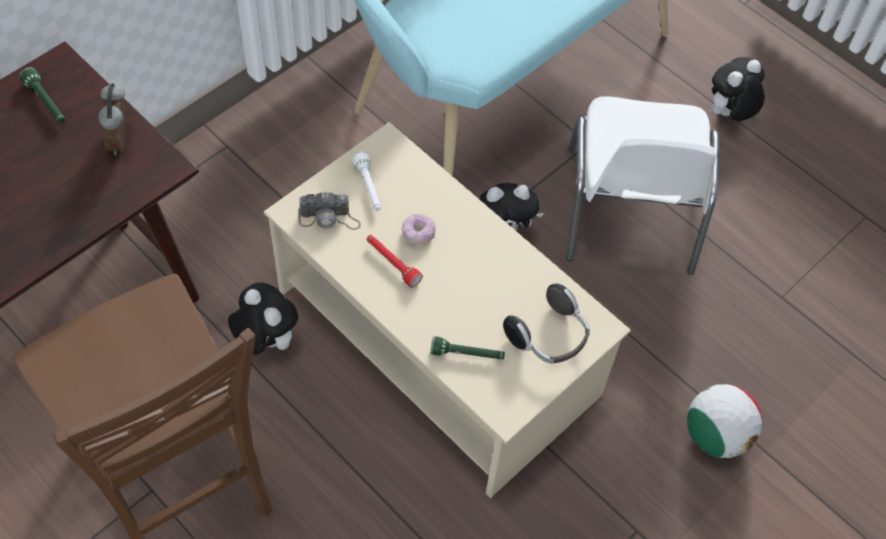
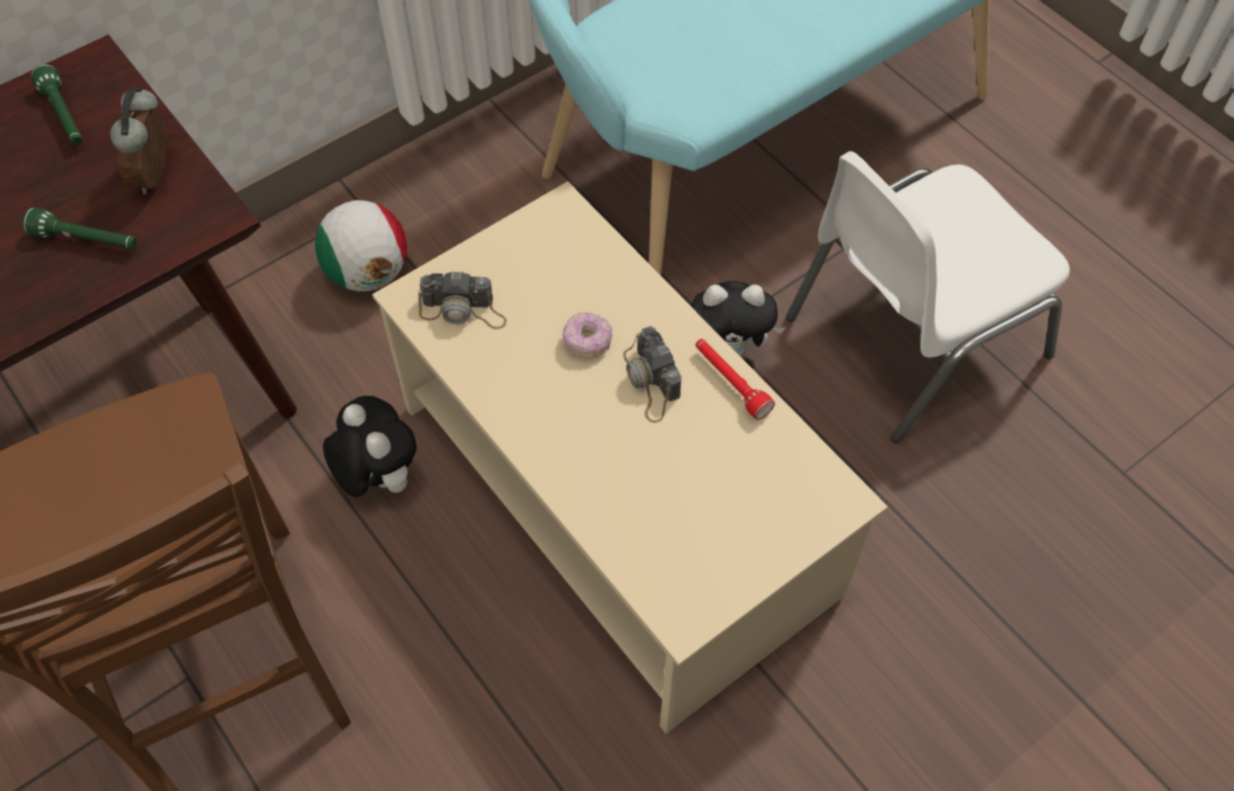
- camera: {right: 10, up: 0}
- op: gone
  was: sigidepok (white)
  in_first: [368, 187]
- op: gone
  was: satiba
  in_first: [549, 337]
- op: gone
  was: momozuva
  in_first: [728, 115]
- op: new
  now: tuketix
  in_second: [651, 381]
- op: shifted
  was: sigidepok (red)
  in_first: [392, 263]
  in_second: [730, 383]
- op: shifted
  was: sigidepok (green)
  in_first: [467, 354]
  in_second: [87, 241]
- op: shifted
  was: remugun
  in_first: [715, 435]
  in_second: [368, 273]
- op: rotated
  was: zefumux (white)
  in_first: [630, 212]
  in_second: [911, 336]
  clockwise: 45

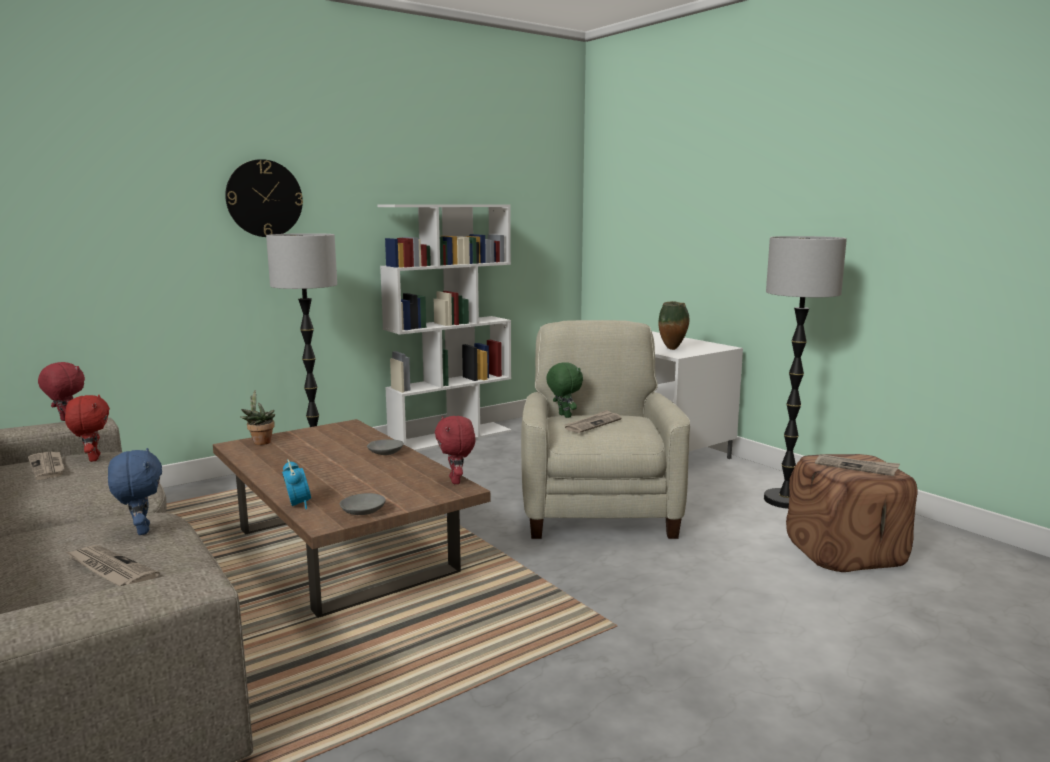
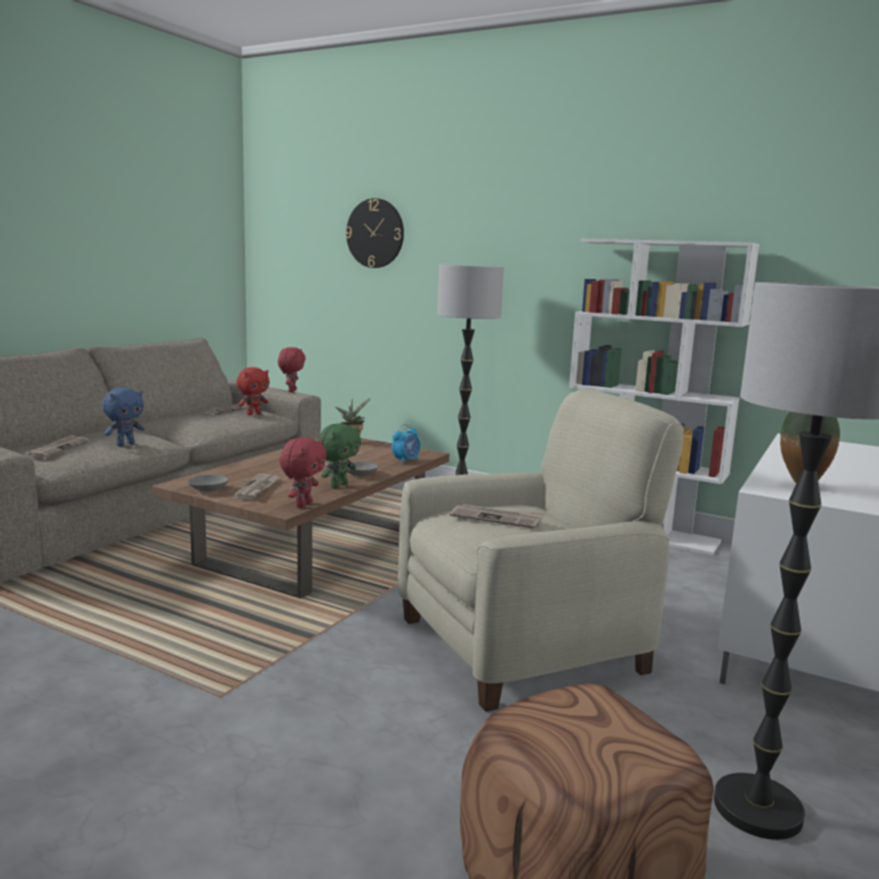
- camera: {right: 65, up: 0}
- op: shifted
  was: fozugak
  in_first: [264, 198]
  in_second: [375, 233]
- op: shifted
  was: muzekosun
  in_first: [298, 504]
  in_second: [406, 461]
- op: shifted
  was: momozuva (green)
  in_first: [563, 416]
  in_second: [338, 485]
- op: shifted
  was: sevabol
  in_first: [856, 467]
  in_second: [257, 489]
- op: rotated
  was: momozuva (red)
  in_first: [456, 481]
  in_second: [303, 505]
  clockwise: 150

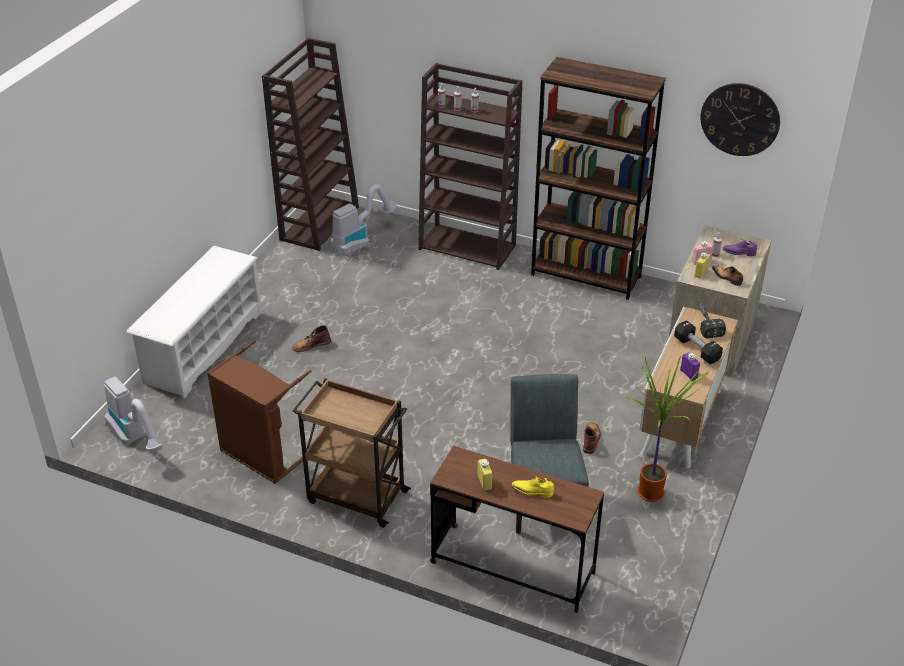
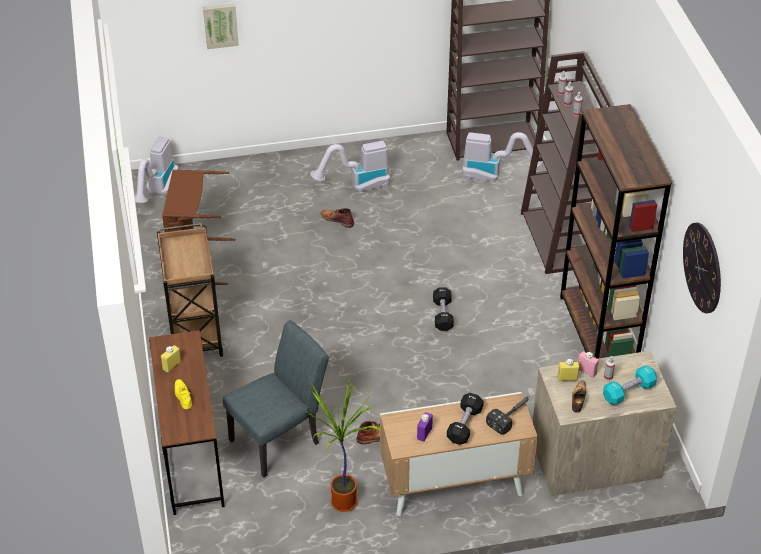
- camera: {right: 55, up: 5}
- op: gone
  was: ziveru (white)
  in_first: [203, 347]
- op: new
  now: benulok
  in_second: [220, 25]
- op: new
  now: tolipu
  in_second: [357, 186]
- op: new
  now: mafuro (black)
  in_second: [442, 315]
- op: swapped
  was: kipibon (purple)
  now: mafuro (turquoise)
  in_first: [739, 253]
  in_second: [628, 392]

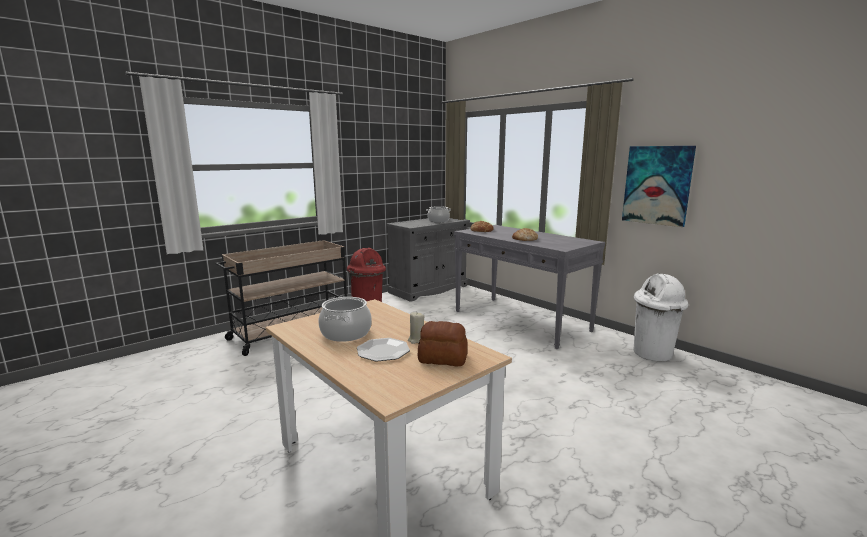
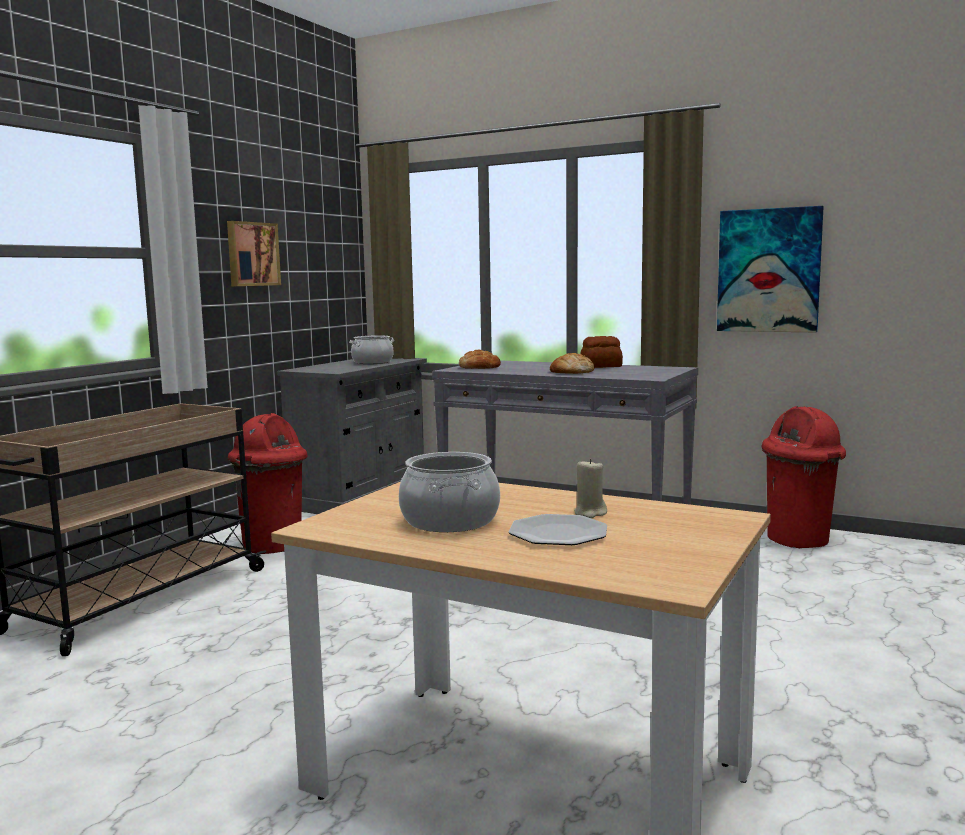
- camera: {right: -20, up: -5}
- op: new
  now: benulok
  in_second: [252, 254]
- op: shifted
  was: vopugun
  in_first: [443, 359]
  in_second: [601, 366]
- op: repainted
  was: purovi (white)
  now: purovi (red)
  in_first: [653, 354]
  in_second: [798, 540]

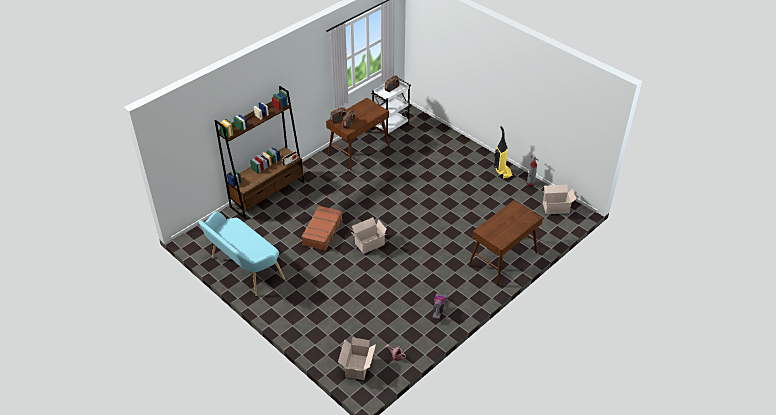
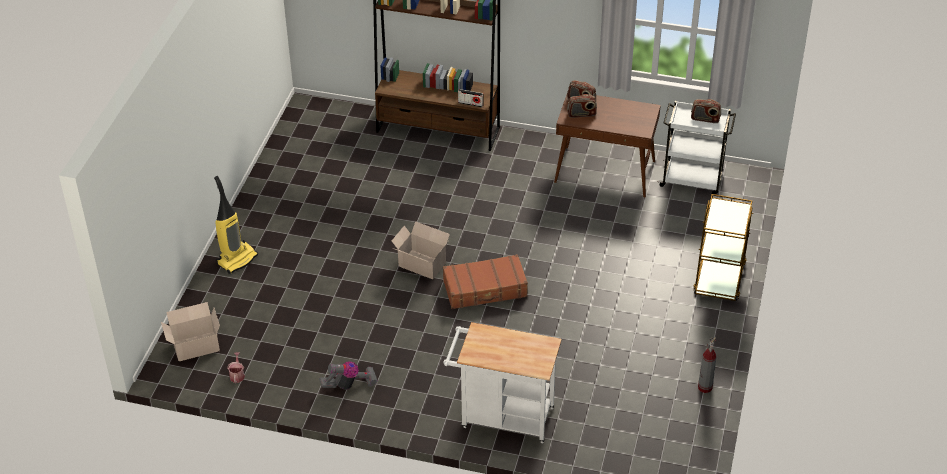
- camera: {right: 60, up: 0}
- op: gone
  was: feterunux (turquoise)
  in_first: [244, 269]
- op: gone
  was: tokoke
  in_first: [556, 208]
- op: new
  now: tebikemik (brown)
  in_second: [719, 277]
- op: shifted
  was: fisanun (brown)
  in_first: [323, 232]
  in_second: [485, 289]
- op: shifted
  was: tolipu
  in_first: [502, 172]
  in_second: [237, 259]
- op: swapped
  was: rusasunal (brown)
  now: tebikemik (white)
  in_first: [503, 259]
  in_second: [502, 417]

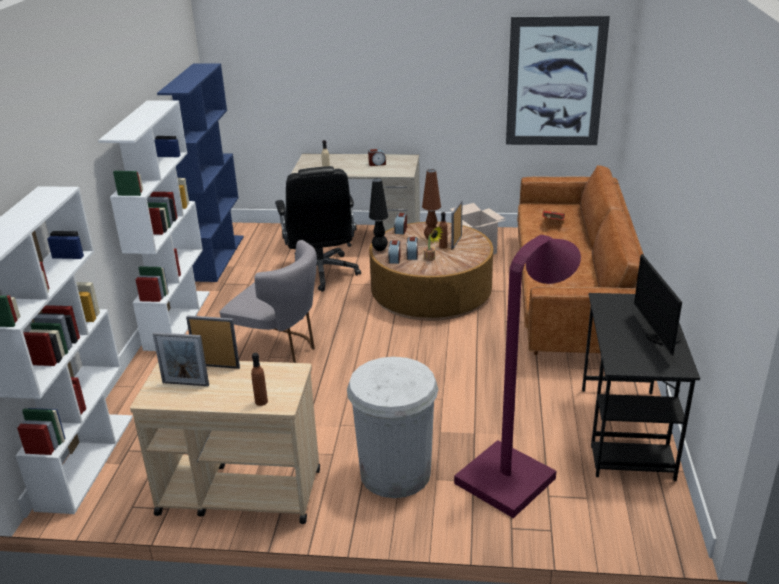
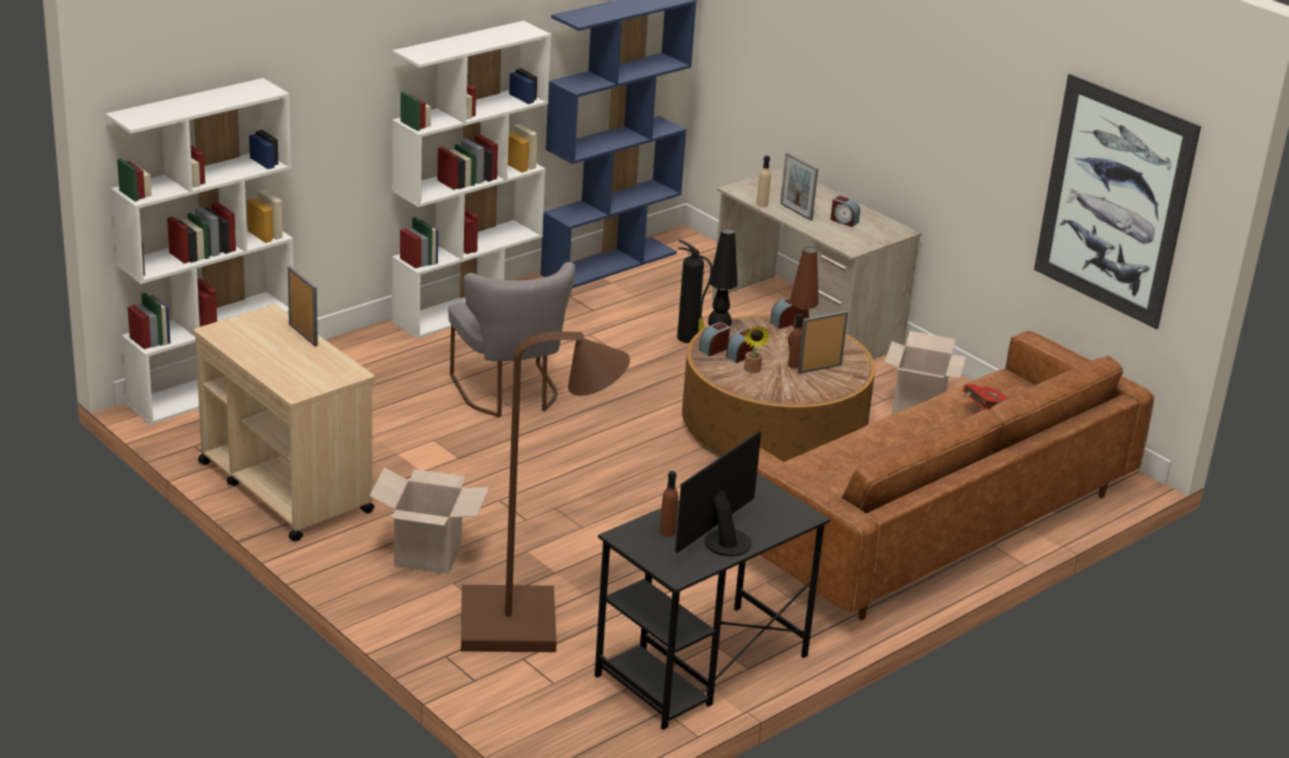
- camera: {right: 40, up: 0}
- op: shifted
  was: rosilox
  in_first: [185, 384]
  in_second: [796, 212]
- op: shifted
  was: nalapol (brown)
  in_first: [261, 401]
  in_second: [667, 532]
- op: swapped
  was: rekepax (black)
  now: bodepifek
  in_first: [320, 273]
  in_second: [688, 339]
- op: swapped
  was: purovi (white)
  now: tokoke
  in_first: [395, 473]
  in_second: [428, 555]
- op: repainted
  was: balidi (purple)
  now: balidi (brown)
  in_first: [513, 473]
  in_second: [527, 623]

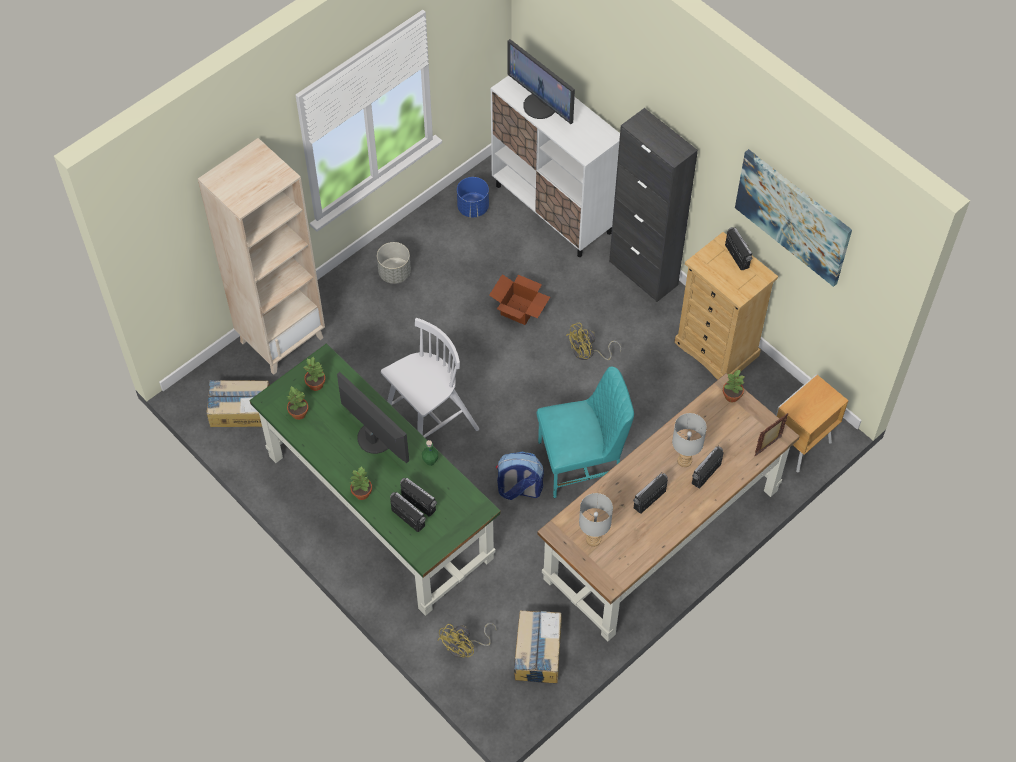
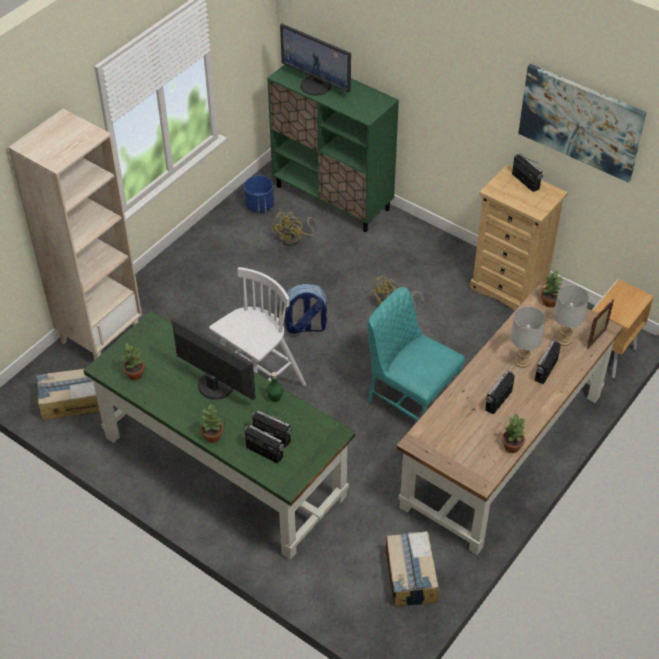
- camera: {right: -10, up: -10}
- op: gone
  was: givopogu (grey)
  in_first: [394, 273]
- op: gone
  was: tokoke
  in_first: [519, 310]
- op: gone
  was: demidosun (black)
  in_first: [643, 273]
- op: shifted
  was: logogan
  in_first: [316, 384]
  in_second: [512, 446]
- op: shifted
  was: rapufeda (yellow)
  in_first: [465, 647]
  in_second: [294, 239]
- op: shifted
  was: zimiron
  in_first: [519, 489]
  in_second: [305, 327]
- op: shifted
  was: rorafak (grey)
  in_first: [593, 540]
  in_second: [563, 341]
- op: repainted
  was: demidosun (white)
  now: demidosun (green)
  in_first: [553, 209]
  in_second: [333, 198]
- op: rotated
  was: zefumux (turquoise)
  in_first: [582, 462]
  in_second: [410, 399]
  clockwise: -120

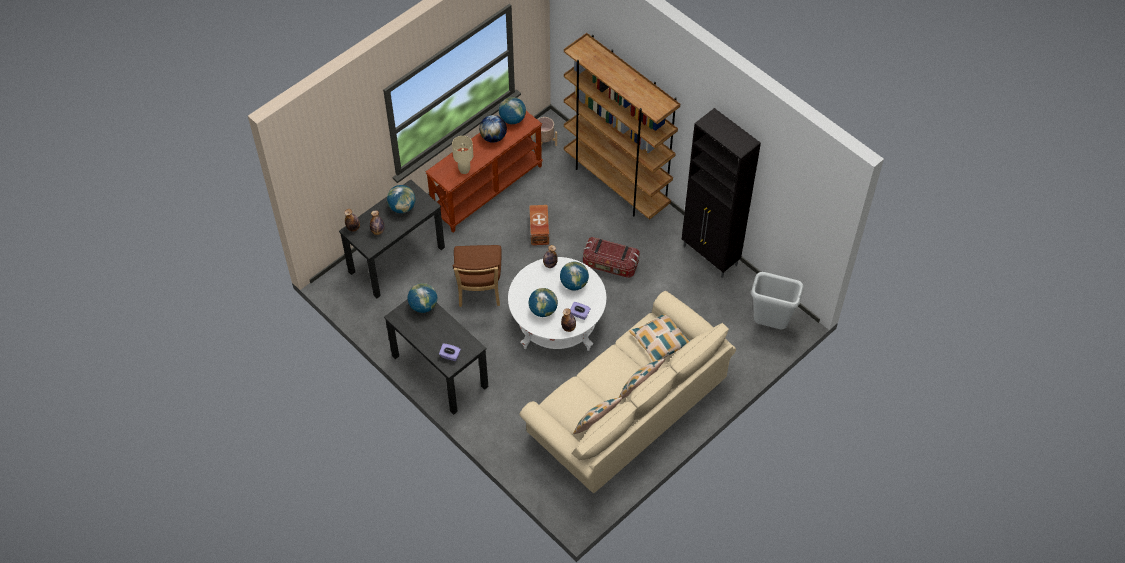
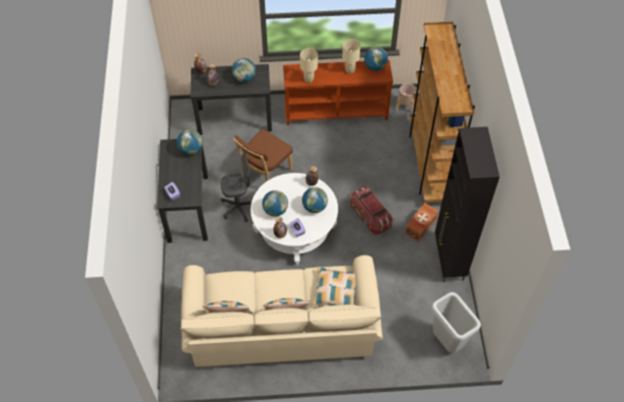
- camera: {right: 40, up: 0}
- op: new
  now: rekepax (grey)
  in_second: [239, 207]
- op: shifted
  was: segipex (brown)
  in_first: [538, 230]
  in_second: [420, 226]
- op: swapped
  was: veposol
  now: rorafak (beige)
  in_first: [493, 137]
  in_second: [350, 70]

